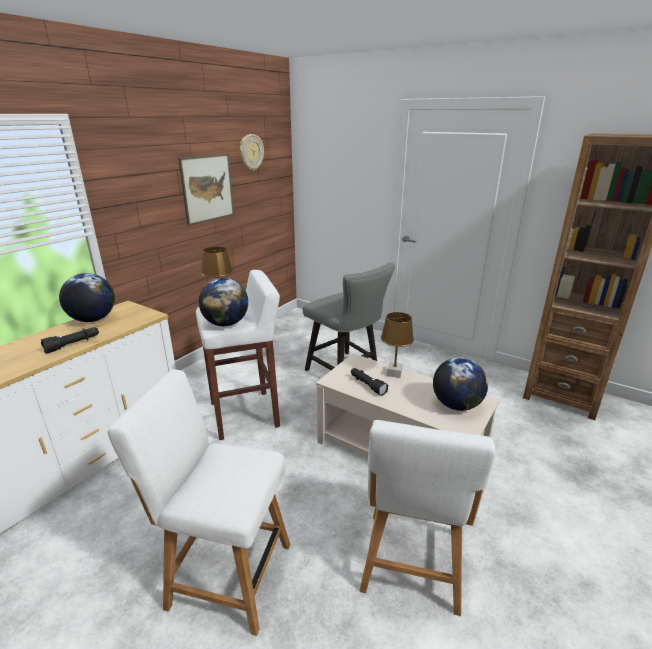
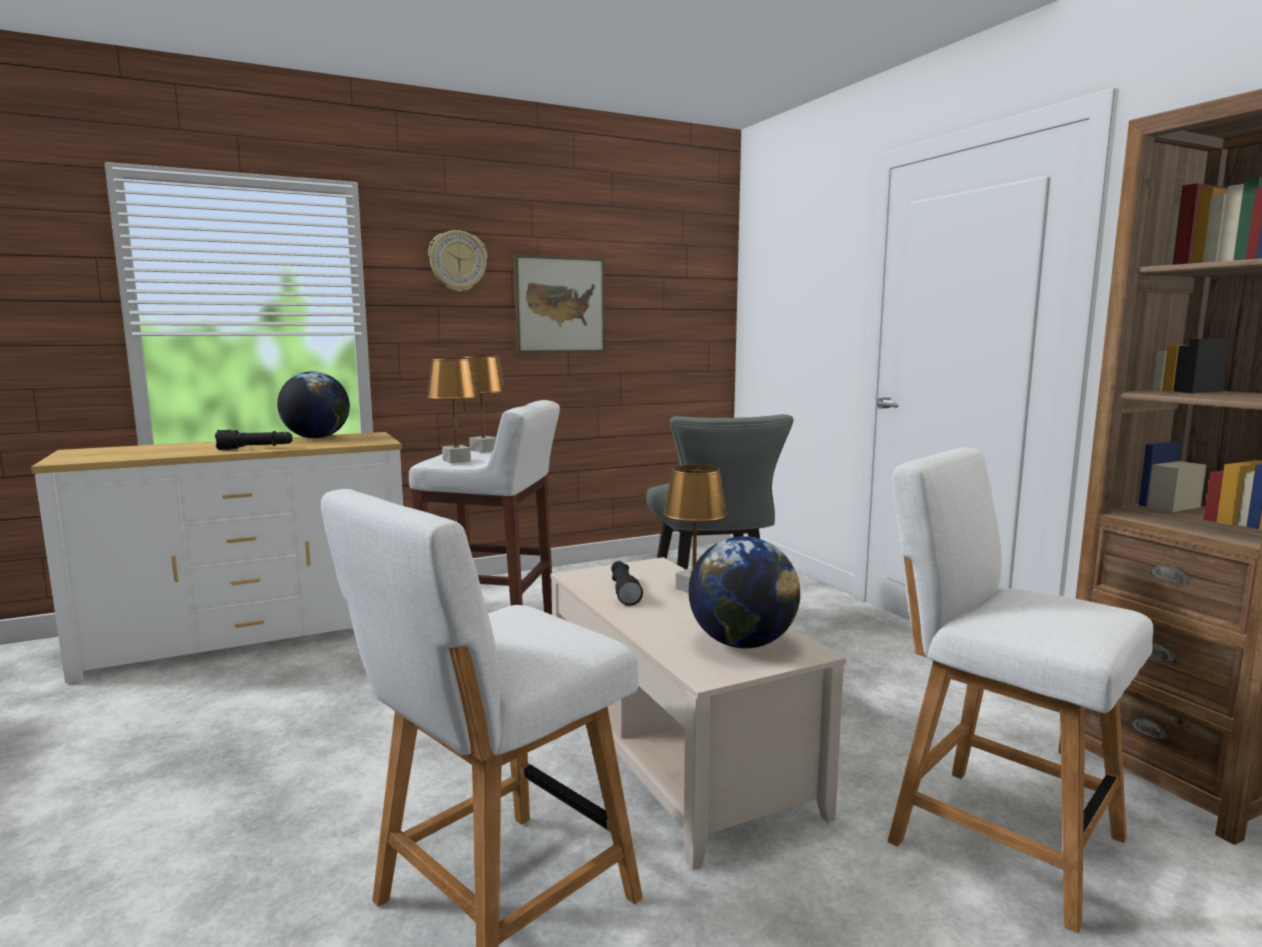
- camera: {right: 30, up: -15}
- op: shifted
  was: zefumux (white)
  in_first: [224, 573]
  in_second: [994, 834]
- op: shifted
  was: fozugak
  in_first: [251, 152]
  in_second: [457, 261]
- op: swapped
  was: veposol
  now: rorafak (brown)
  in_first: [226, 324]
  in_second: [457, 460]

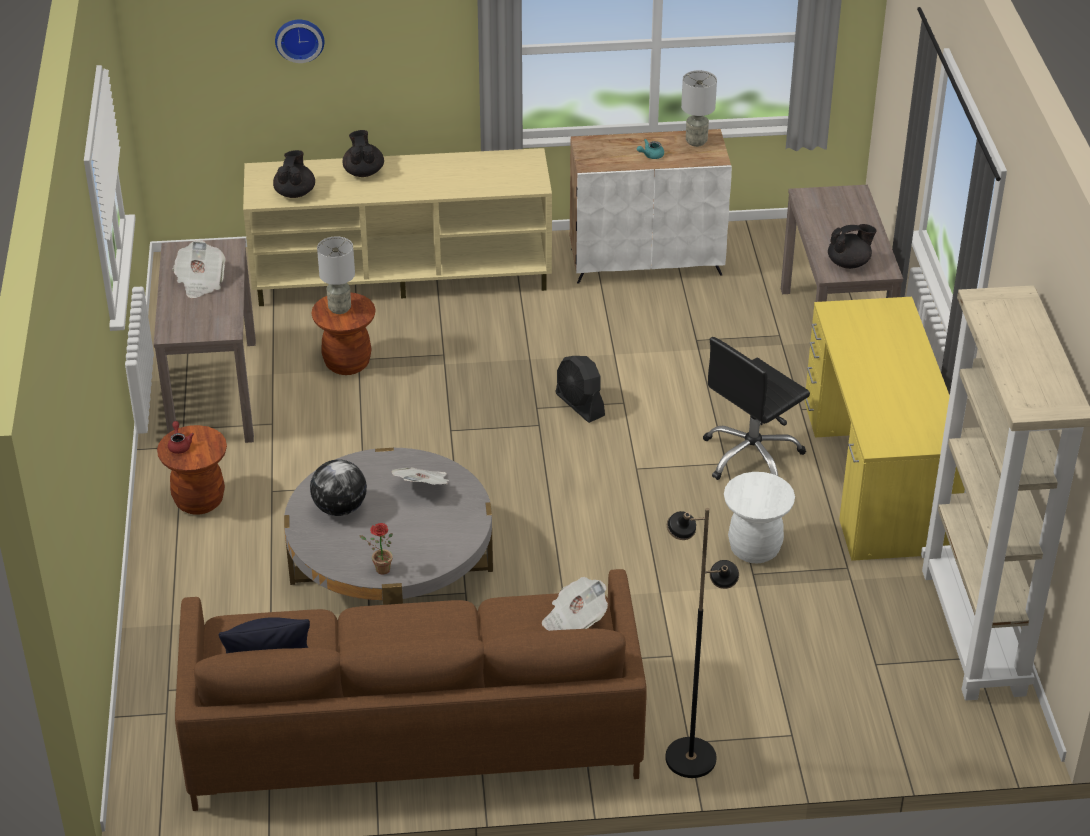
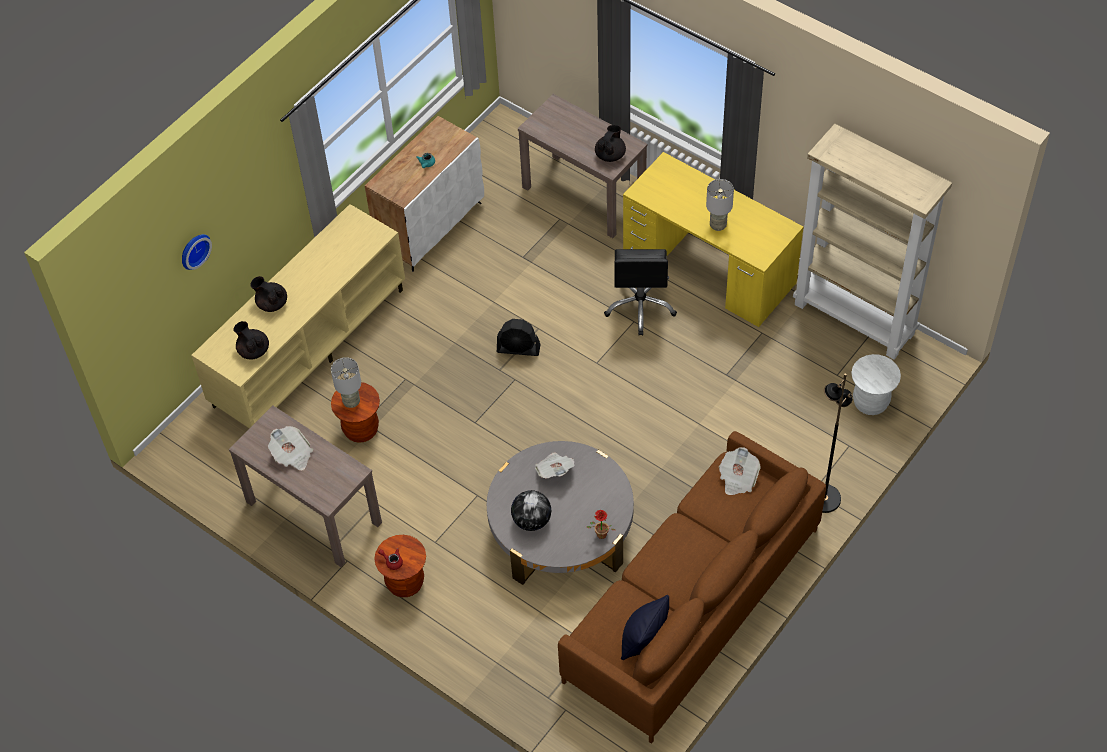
- camera: {right: -45, up: 15}
- op: shifted
  was: rorafak (grey)
  in_first: [696, 142]
  in_second: [718, 226]
- op: shifted
  was: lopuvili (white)
  in_first: [754, 548]
  in_second: [870, 402]

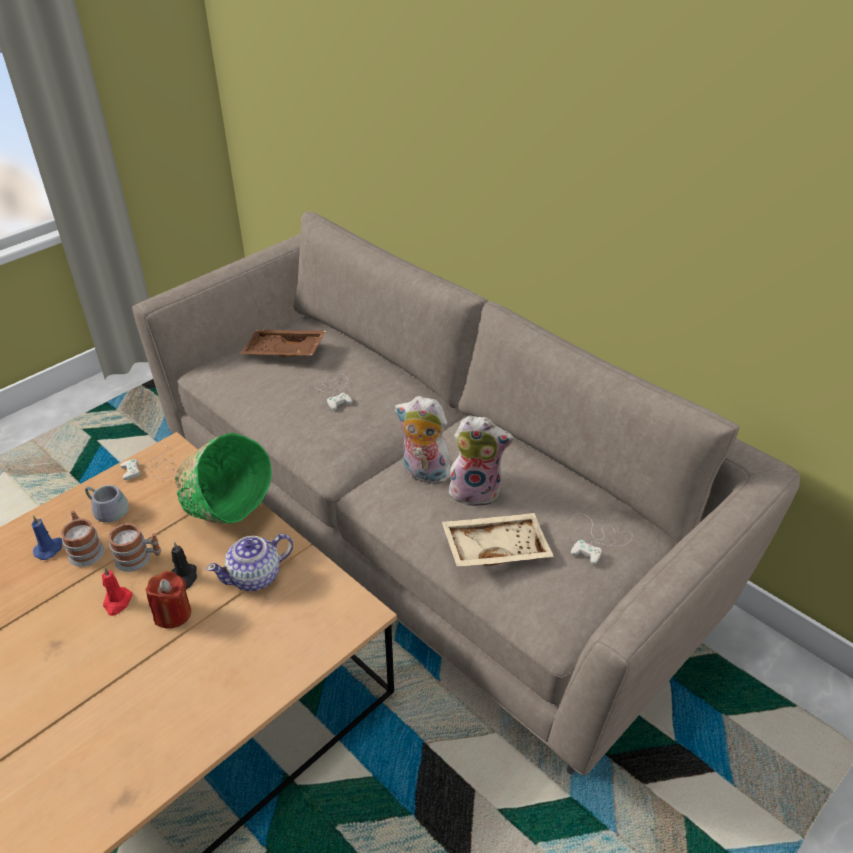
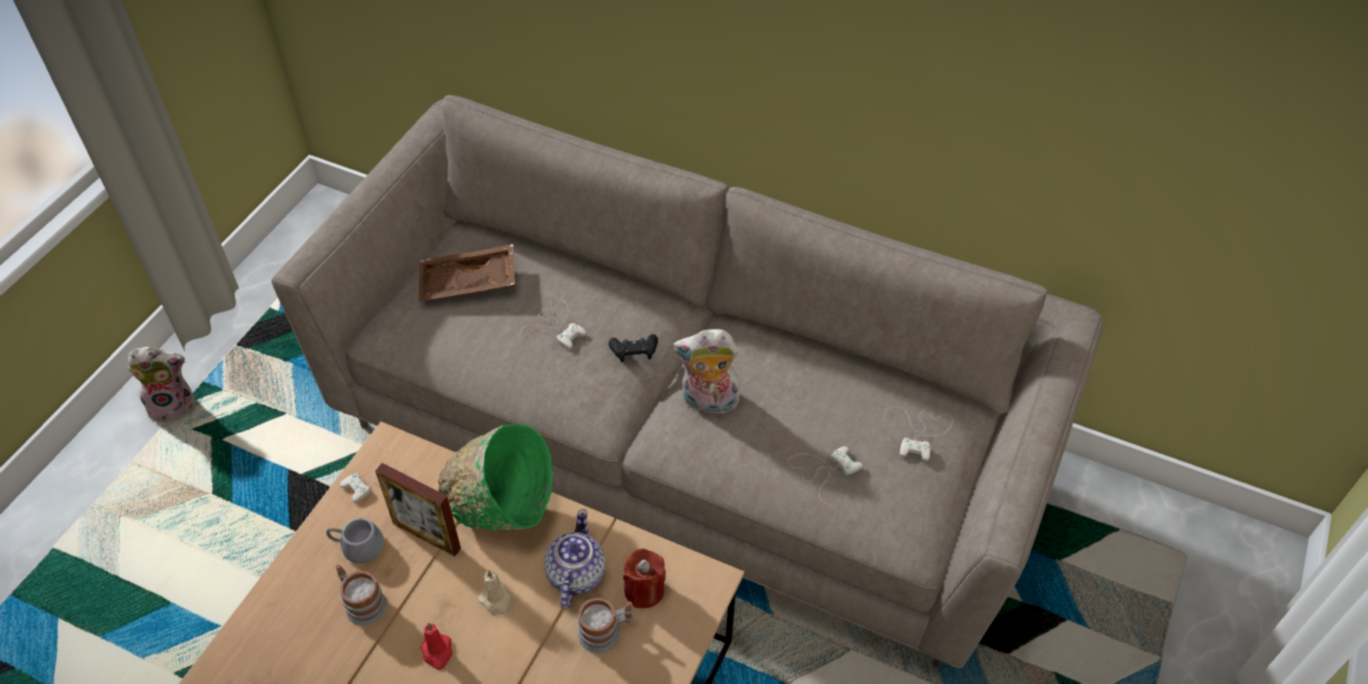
- camera: {right: -20, up: 10}
- op: gone
  was: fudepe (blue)
  in_first: [49, 549]
- op: new
  now: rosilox
  in_second: [426, 536]
- op: new
  now: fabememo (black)
  in_second: [634, 354]
- op: shifted
  was: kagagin
  in_first: [139, 559]
  in_second: [606, 632]
- op: shifted
  was: fudepe (red)
  in_first: [172, 613]
  in_second: [644, 590]
- op: shifted
  was: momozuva
  in_first: [476, 491]
  in_second: [175, 405]
- op: swapped
  was: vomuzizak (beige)
  now: fabememo (white)
  in_first: [495, 547]
  in_second: [823, 470]
- op: repainted
  was: fudepe (black)
  now: fudepe (beige)
  in_first: [184, 577]
  in_second: [496, 600]
- op: rotated
  was: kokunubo
  in_first: [256, 576]
  in_second: [575, 575]
  clockwise: 150

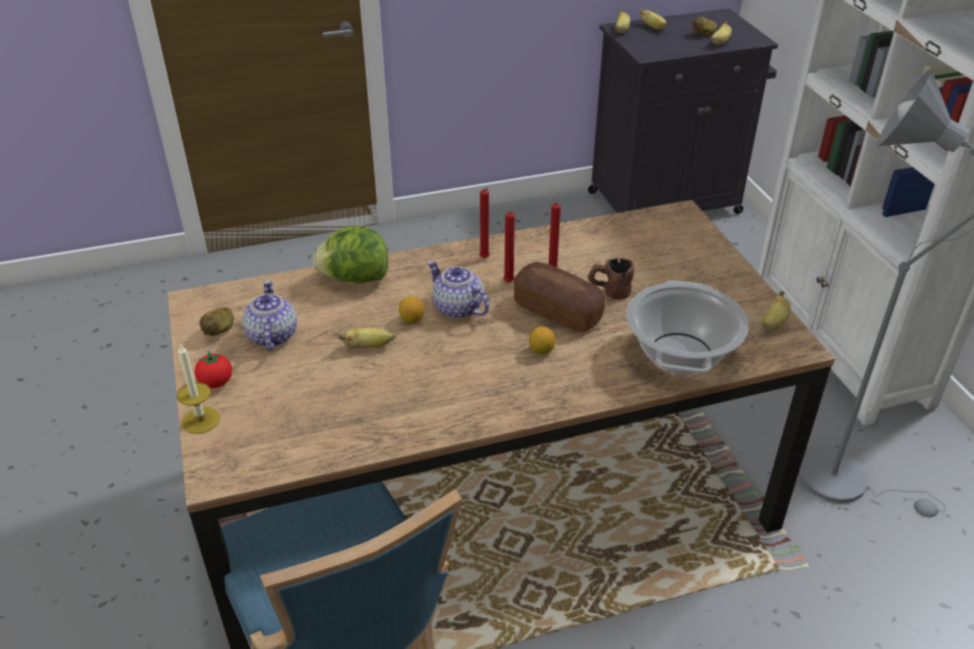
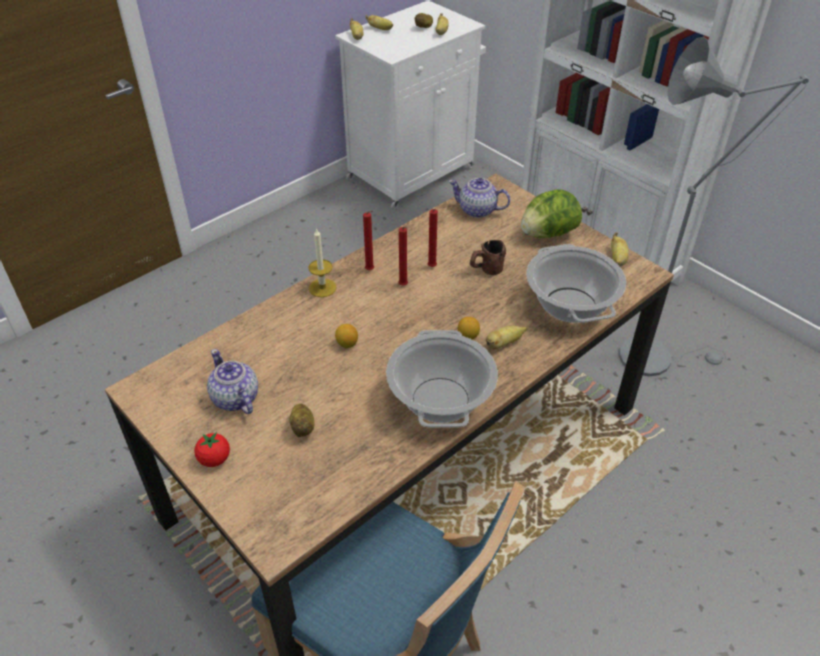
- camera: {right: -25, up: 5}
- op: gone
  was: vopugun
  in_first: [557, 310]
- op: new
  now: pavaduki
  in_second: [441, 400]
- op: shifted
  was: fudepe
  in_first: [200, 420]
  in_second: [322, 288]
- op: shifted
  was: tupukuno
  in_first: [220, 330]
  in_second: [303, 427]
- op: shifted
  was: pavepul
  in_first: [355, 279]
  in_second: [547, 234]
- op: shifted
  was: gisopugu
  in_first: [368, 346]
  in_second: [503, 343]
- op: shifted
  was: kokunubo
  in_first: [458, 308]
  in_second: [478, 210]
- op: repainted
  was: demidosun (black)
  now: demidosun (white)
  in_first: [667, 202]
  in_second: [413, 172]

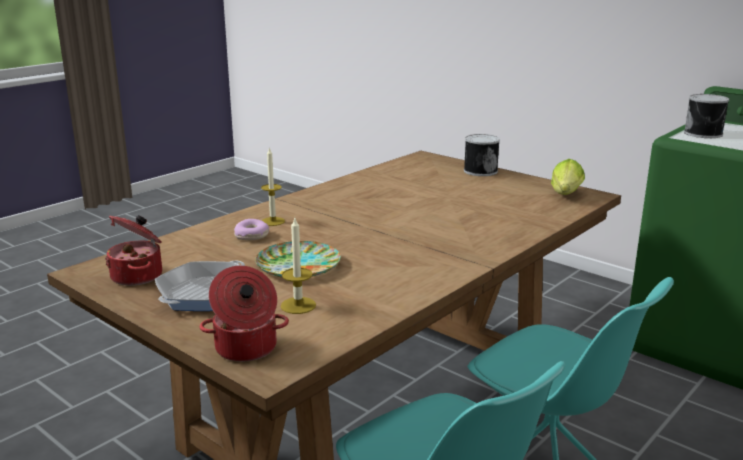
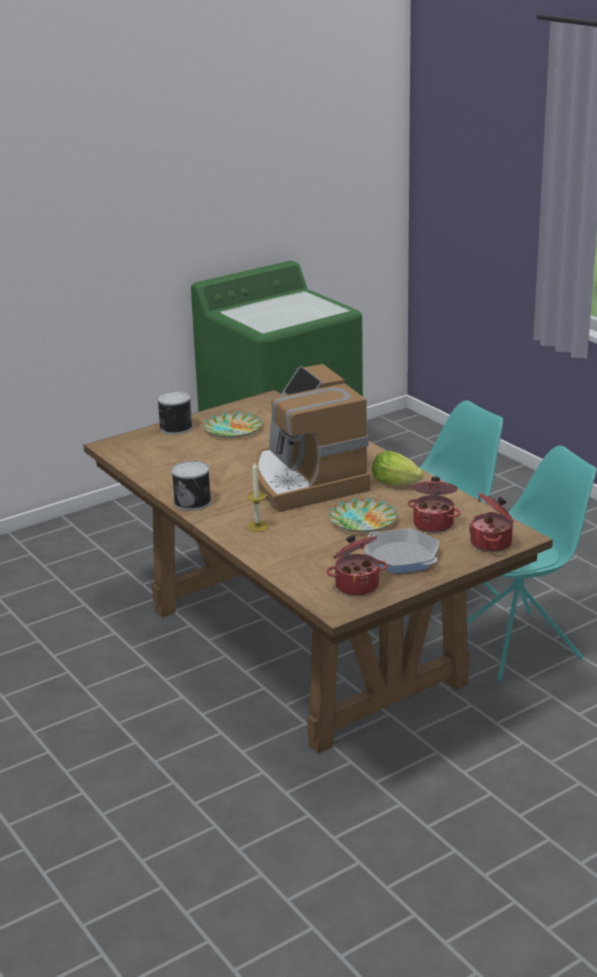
- camera: {right: -75, up: 5}
- op: gone
  was: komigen
  in_first: [252, 235]
- op: new
  now: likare
  in_second: [232, 429]
- op: new
  now: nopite
  in_second: [305, 480]
- op: shifted
  was: pavepul
  in_first: [565, 195]
  in_second: [398, 484]
- op: shifted
  was: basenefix
  in_first: [704, 133]
  in_second: [193, 501]
- op: swapped
  was: fudepe
  now: pavaduki
  in_first: [298, 305]
  in_second: [434, 524]

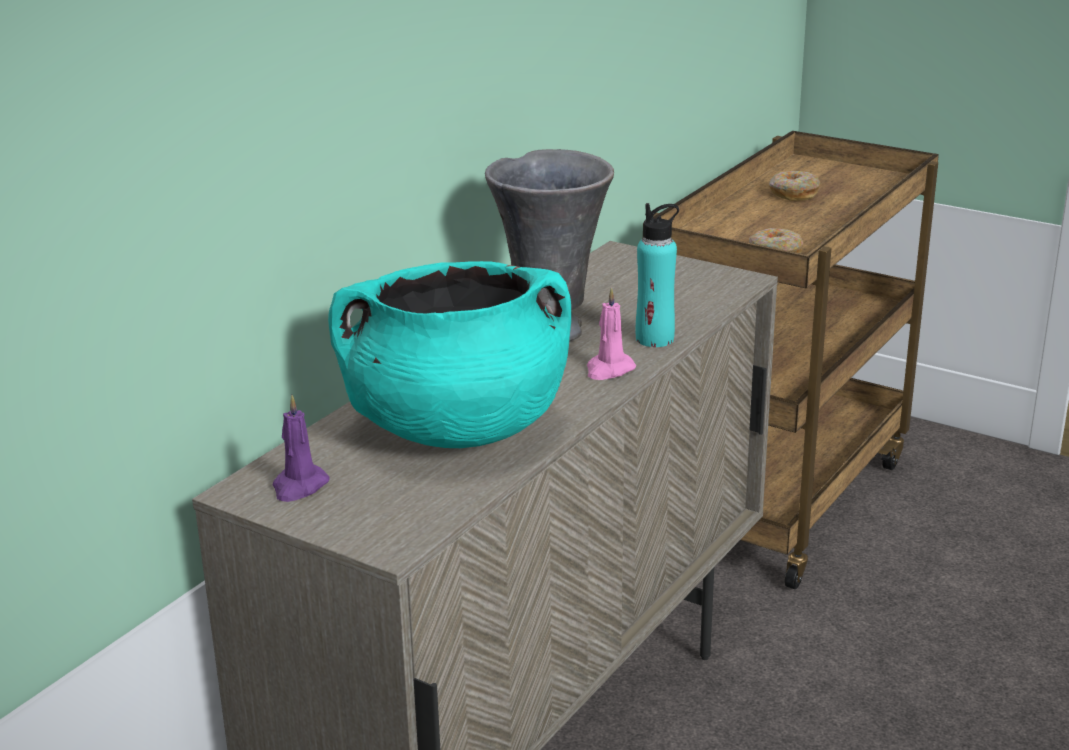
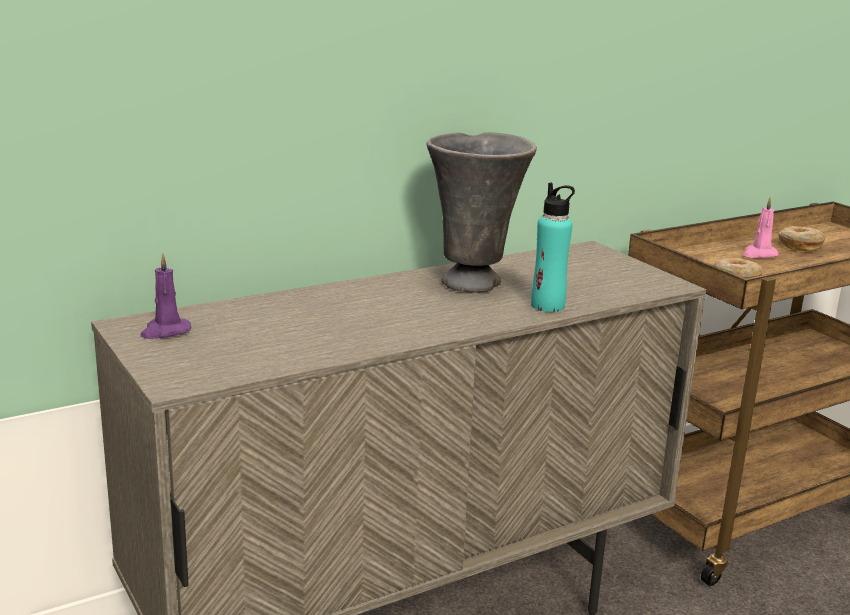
- camera: {right: 25, up: -5}
- op: gone
  was: pavaduki (turquoise)
  in_first: [457, 428]
- op: shifted
  was: fudepe (pink)
  in_first: [609, 370]
  in_second: [759, 254]

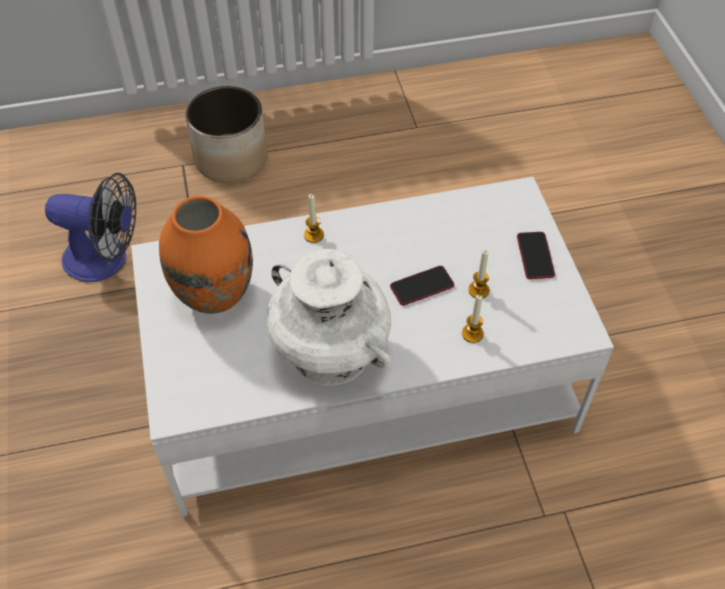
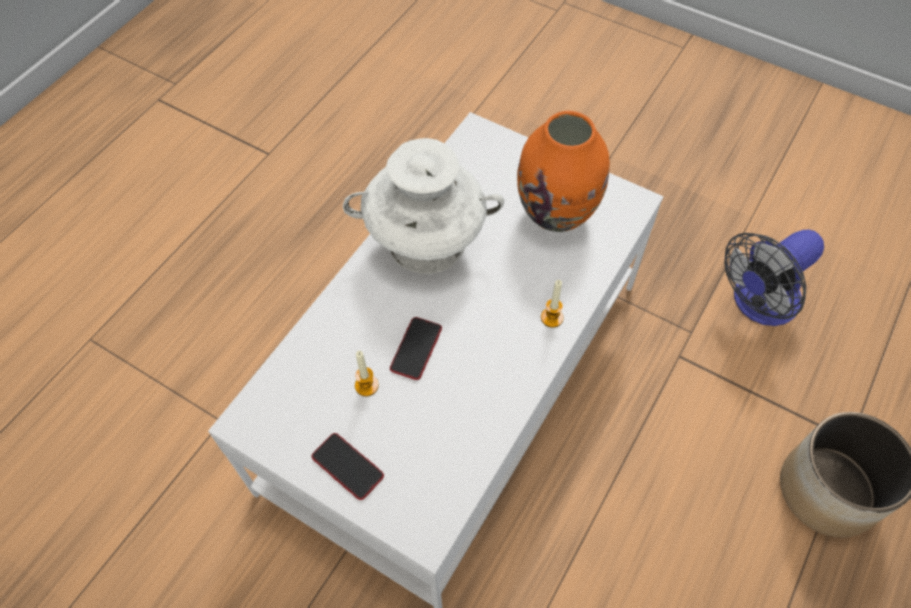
- camera: {right: 135, up: 5}
- op: gone
  was: fudepe
  in_first: [472, 333]

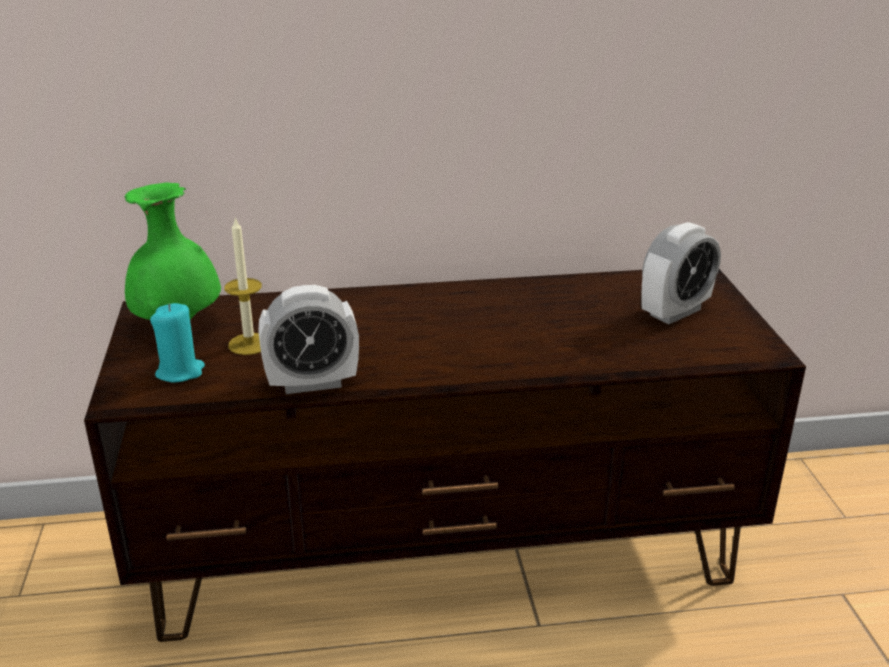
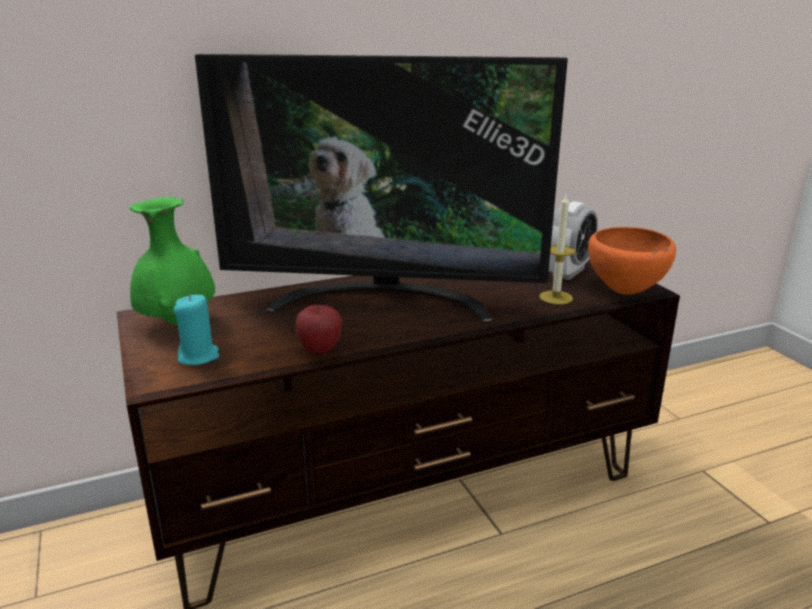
- camera: {right: -15, up: -5}
- op: new
  now: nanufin
  in_second: [383, 299]
- op: new
  now: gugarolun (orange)
  in_second: [626, 292]
- op: shifted
  was: fudepe
  in_first: [249, 344]
  in_second: [556, 297]
- op: swapped
  was: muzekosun
  now: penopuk
  in_first: [312, 383]
  in_second: [320, 350]

